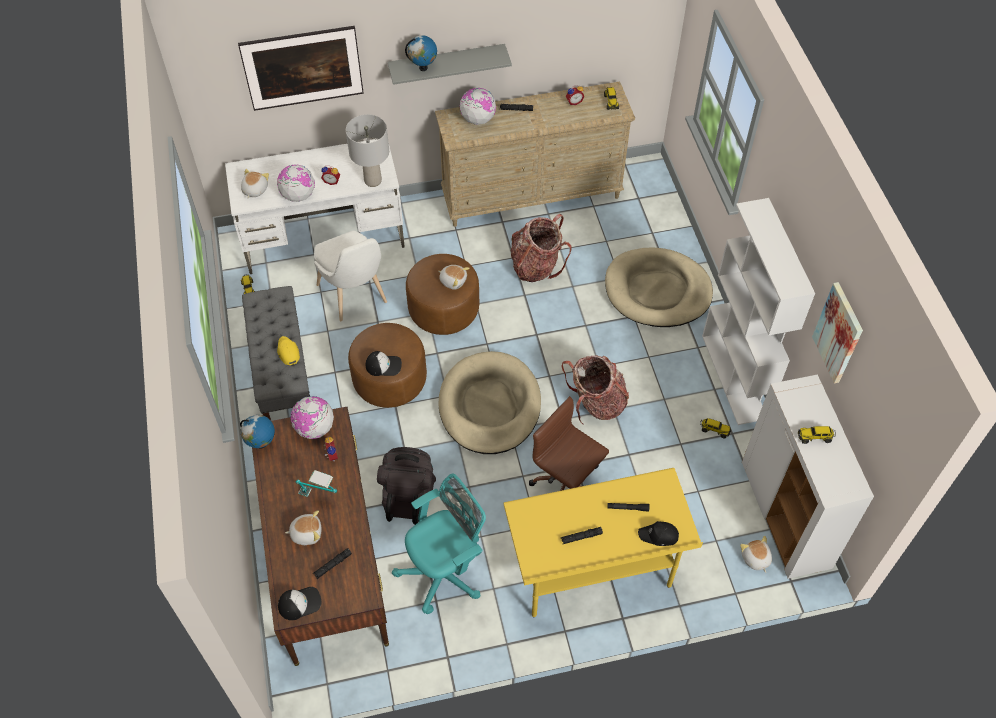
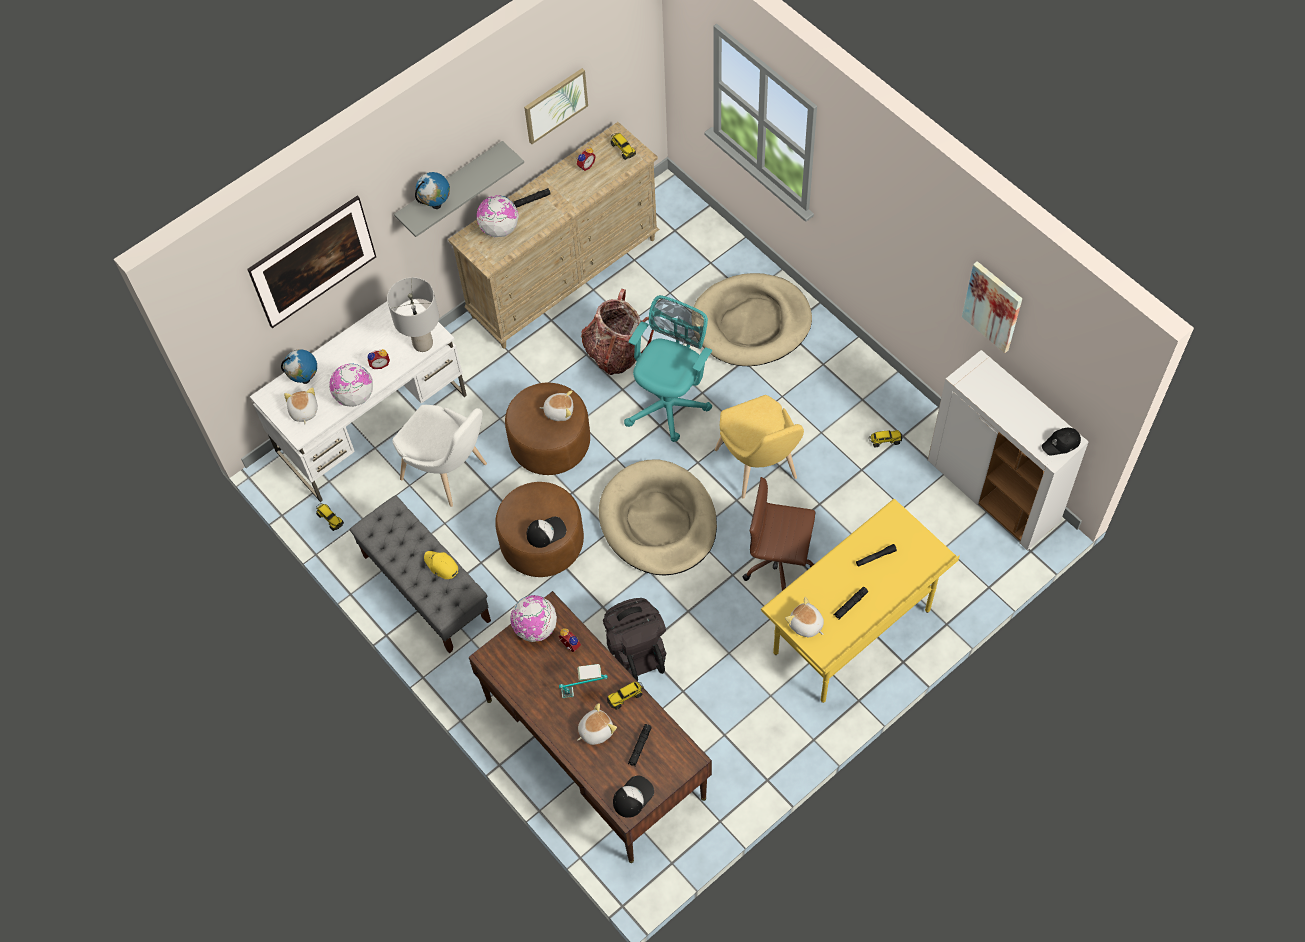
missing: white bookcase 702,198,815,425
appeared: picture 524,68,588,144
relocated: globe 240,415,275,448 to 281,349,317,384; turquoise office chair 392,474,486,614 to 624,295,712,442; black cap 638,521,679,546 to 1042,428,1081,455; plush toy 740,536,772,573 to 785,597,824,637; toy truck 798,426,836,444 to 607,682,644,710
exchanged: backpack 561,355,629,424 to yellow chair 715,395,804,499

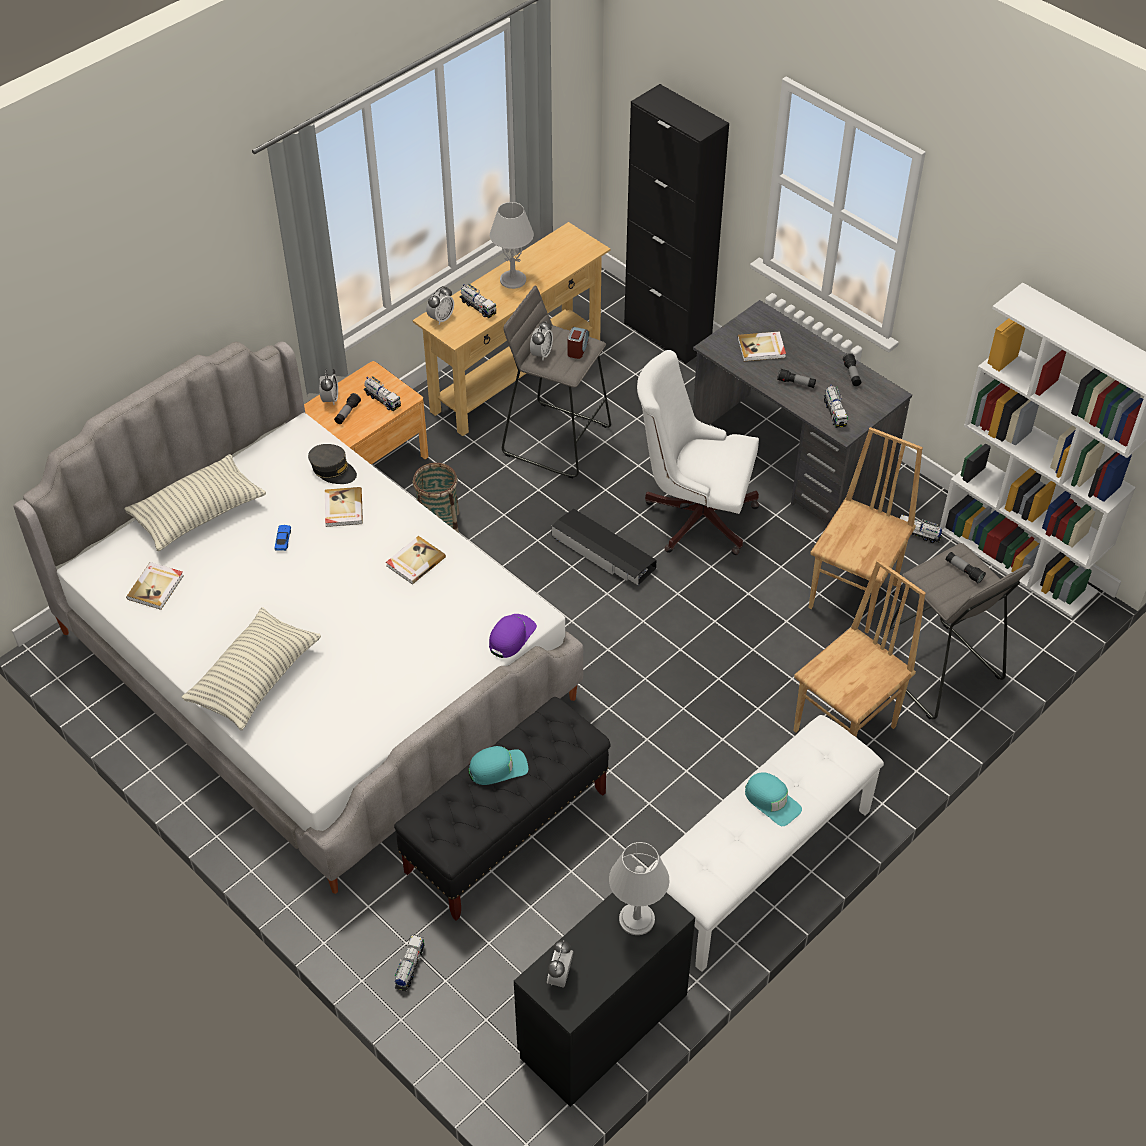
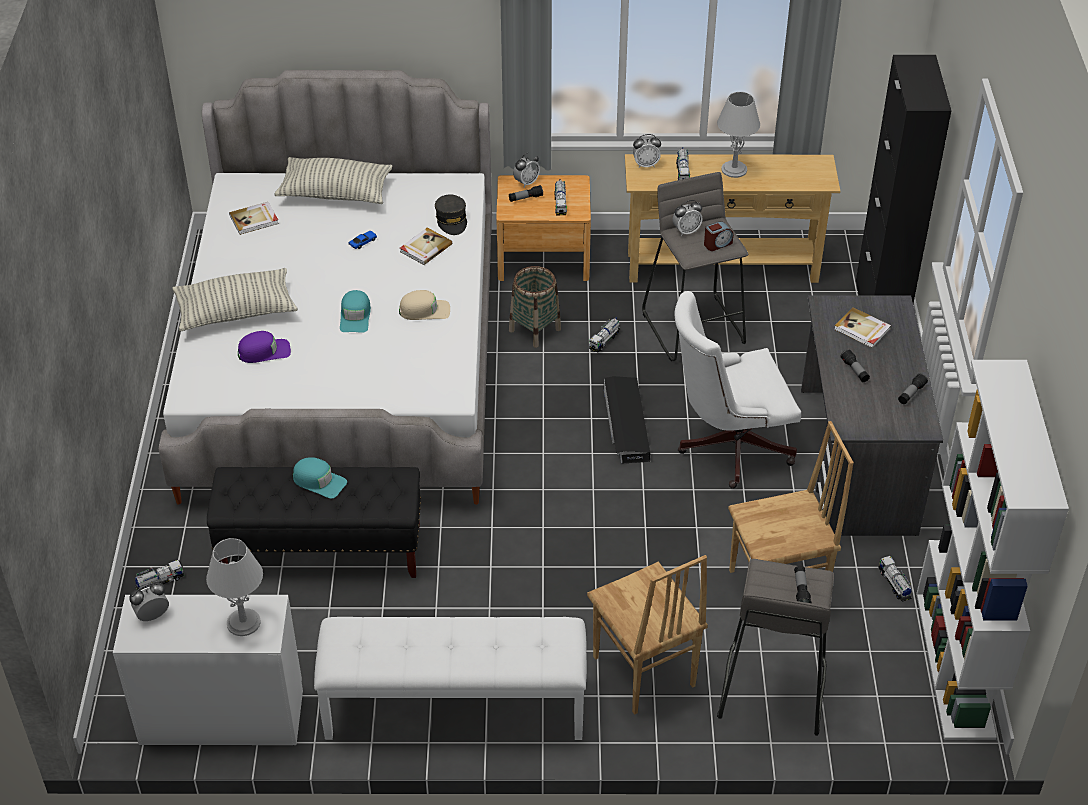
relocated: purple cap 489,614,537,658 to 238,331,291,363; turquoise cap 745,772,802,826 to 340,290,371,333; toy truck 824,385,848,428 to 589,318,620,353
exchanged: book 386,536,446,584 to beige cap 399,290,450,320
colour: black dresser 514,892,695,1107 to white dresser 113,595,303,745
spun: white office chair 637,350,759,555 = 675,291,801,489 75 degrees counterclockwise; brown chair 793,560,926,737 = 587,555,708,715 60 degrees clockwise

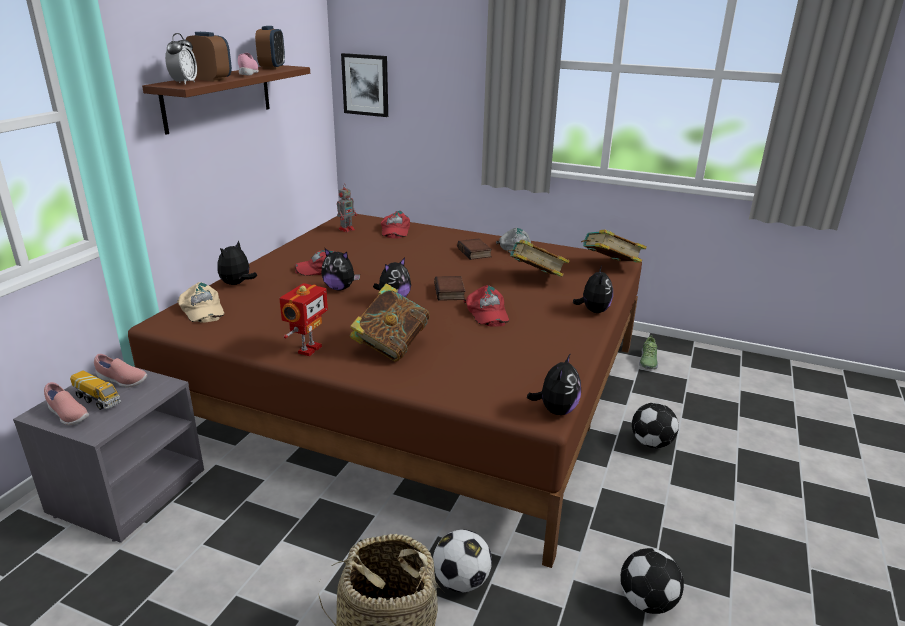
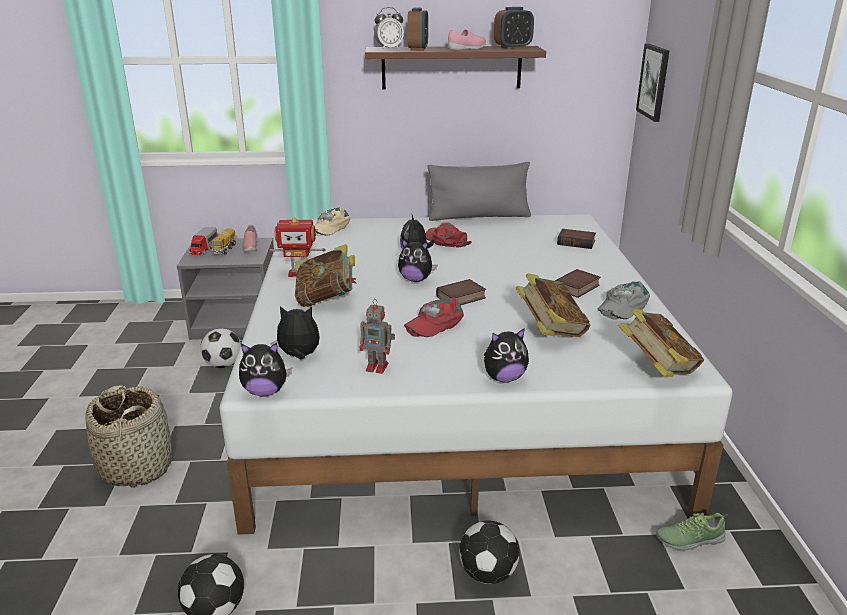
appeared: grey pillow 428,162,531,221
relocated: plush toy 217,240,257,285 to 271,306,320,360; toy robot 337,184,357,232 to 359,299,395,374; football 433,529,492,593 to 200,328,241,368
exchanged: pink shoe 44,382,89,425 to toy truck 189,227,218,255; red cap 381,210,410,239 to book 557,229,596,249
colour: brown bed 128,213,642,568 to white bed 220,214,733,535

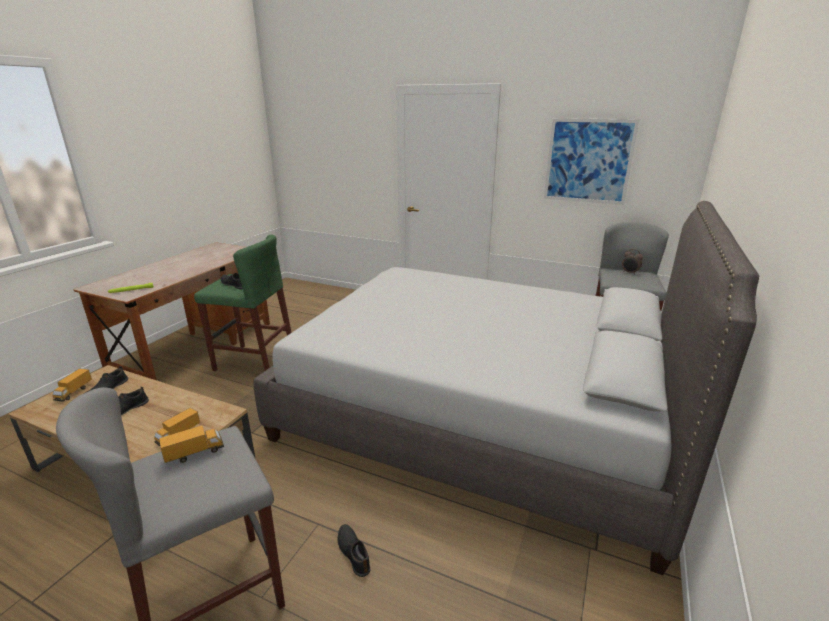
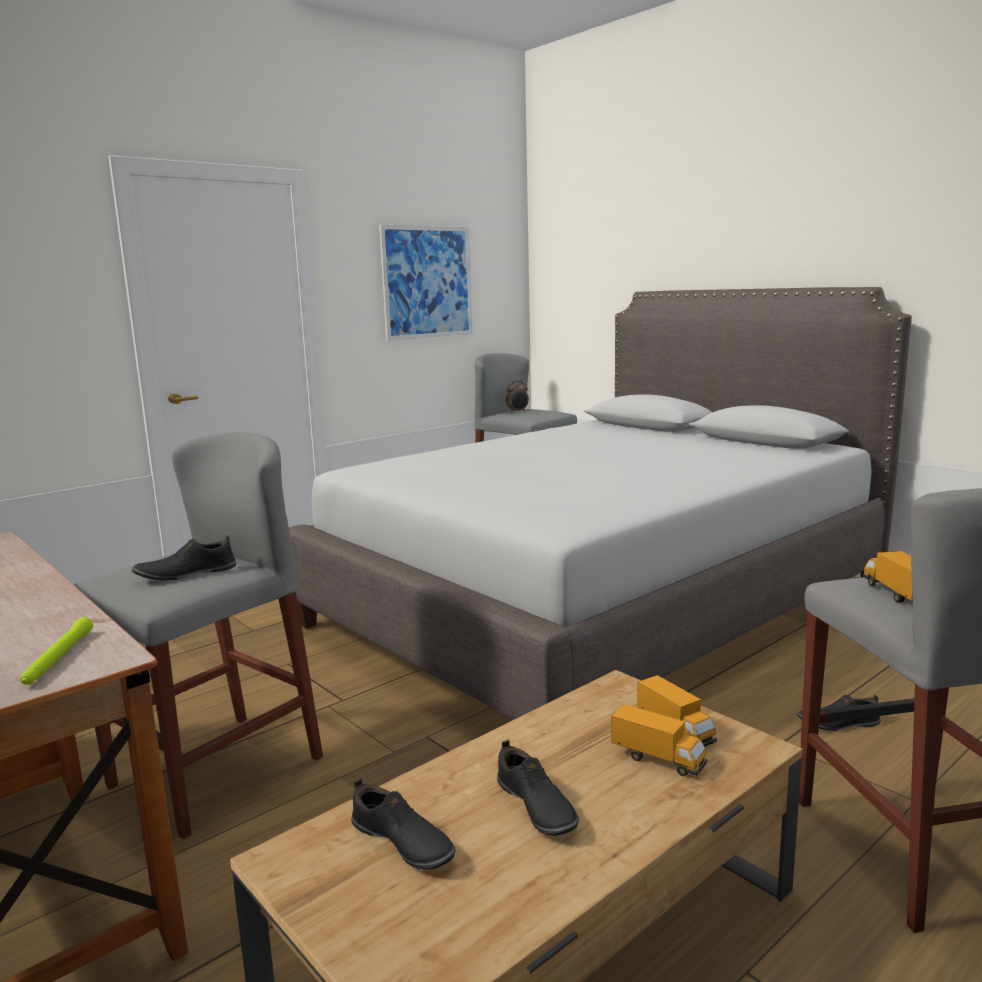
relocated: toy truck 53,369,92,402 to 611,704,708,776
colour: green stool 194,234,292,371 to grey stool 73,432,323,839

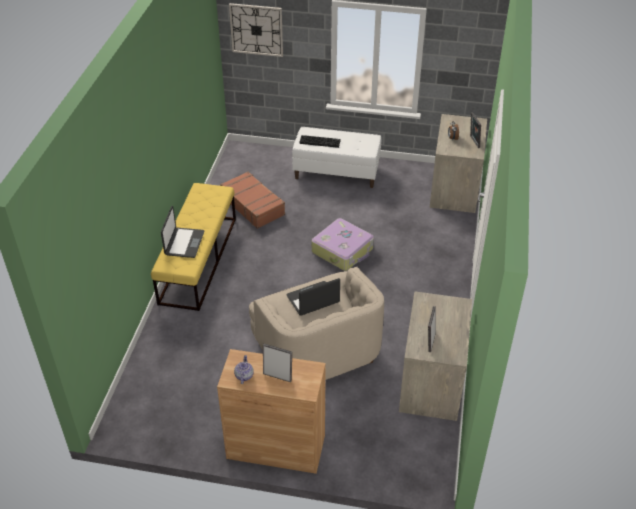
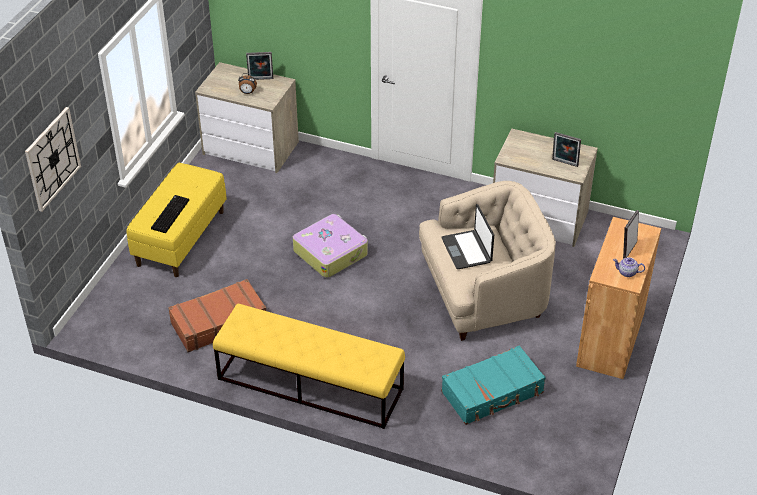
missing: laptop 161,206,204,258
appeared: turquoise suitcase 441,345,546,425
colour: white bench 292,127,381,188 to yellow bench 127,163,227,277

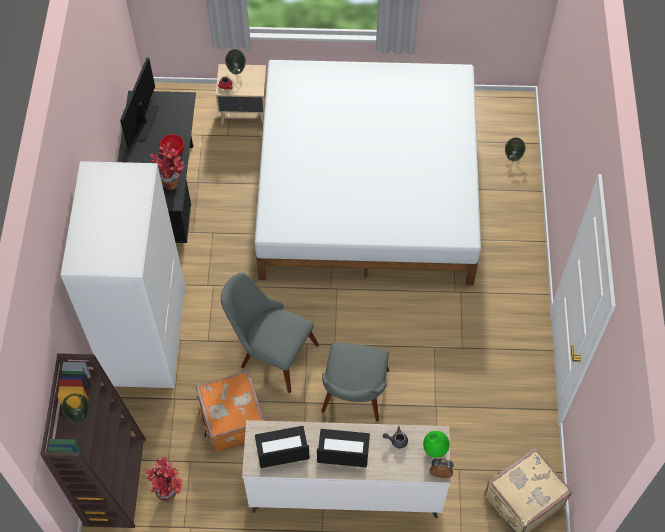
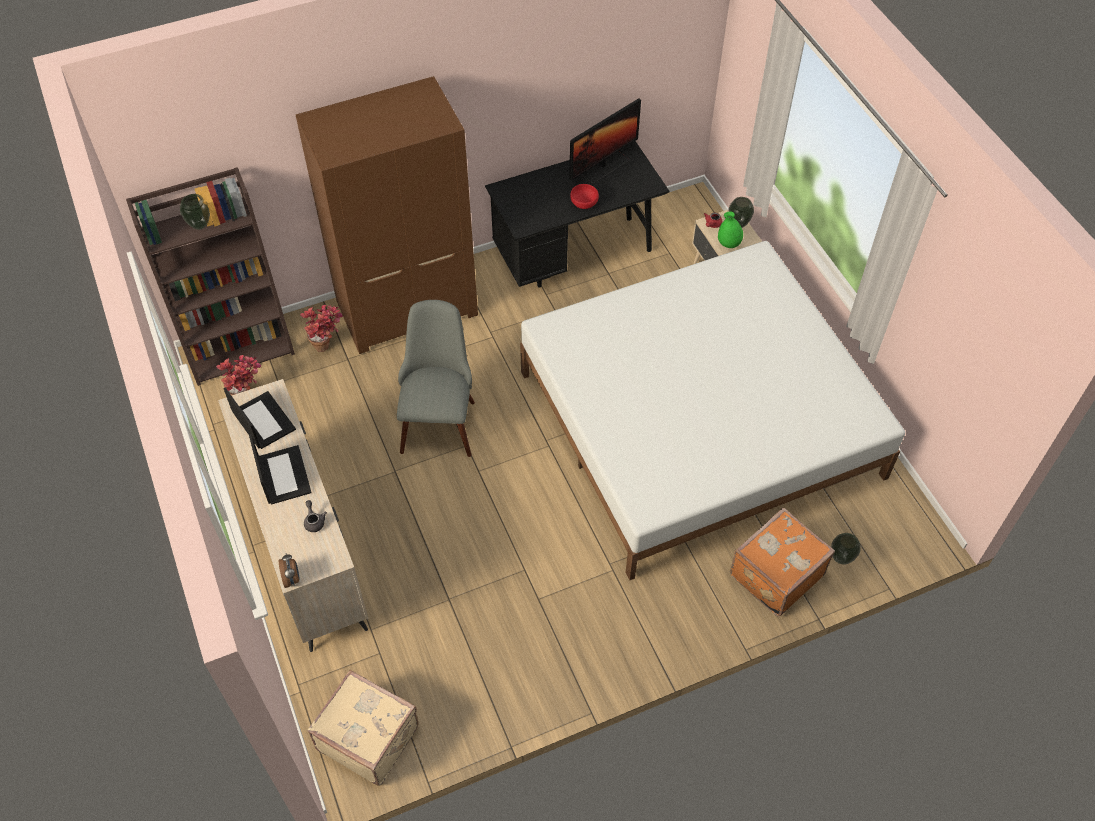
missing: grey chair 321,342,389,422
relocated: potted plant 150,142,184,190 to 300,305,343,352; orange suitcase 196,371,264,452 to 730,507,835,617; green vase 423,431,450,458 to 718,211,743,248
colour: white wardrobe 61,161,186,388 to brown wardrobe 296,76,478,354
spun: monitor 120,58,159,148 = 569,98,641,184 150 degrees clockwise

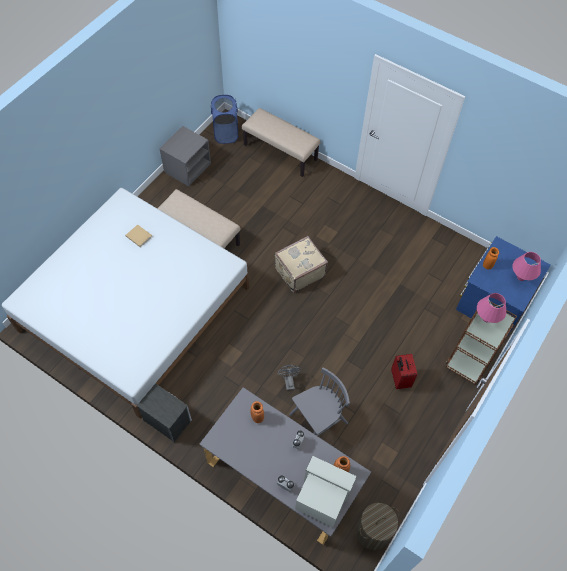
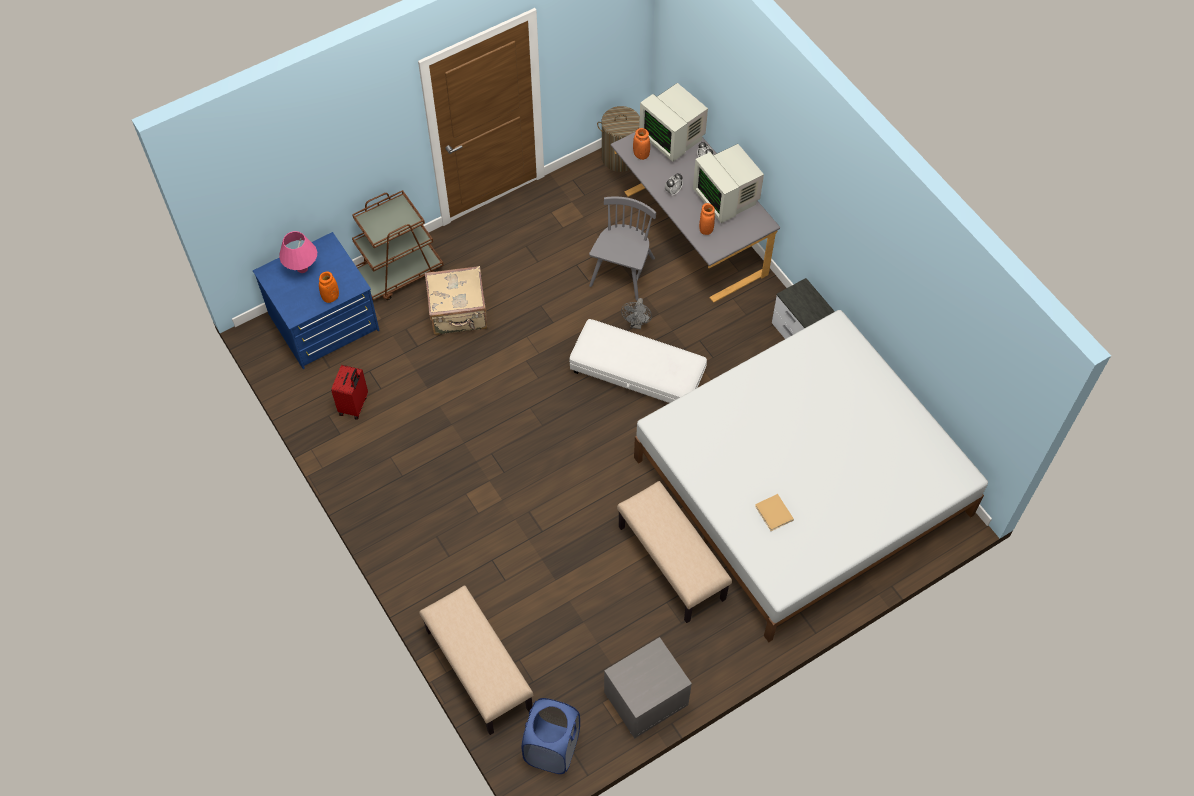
missing: pink table lamp 477,293,506,323
appeared: white ottoman 569,319,707,403; monitor 693,144,764,223
relocated: beige suitcase 275,236,328,293 to 425,266,487,335; red suitcase 391,354,417,389 to 331,365,368,420
spun: grey chair 289,368,350,436 = 589,197,656,301 120 degrees clockwise

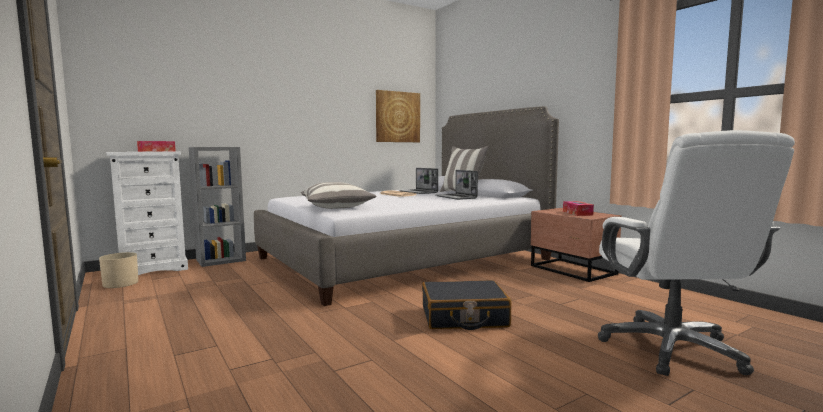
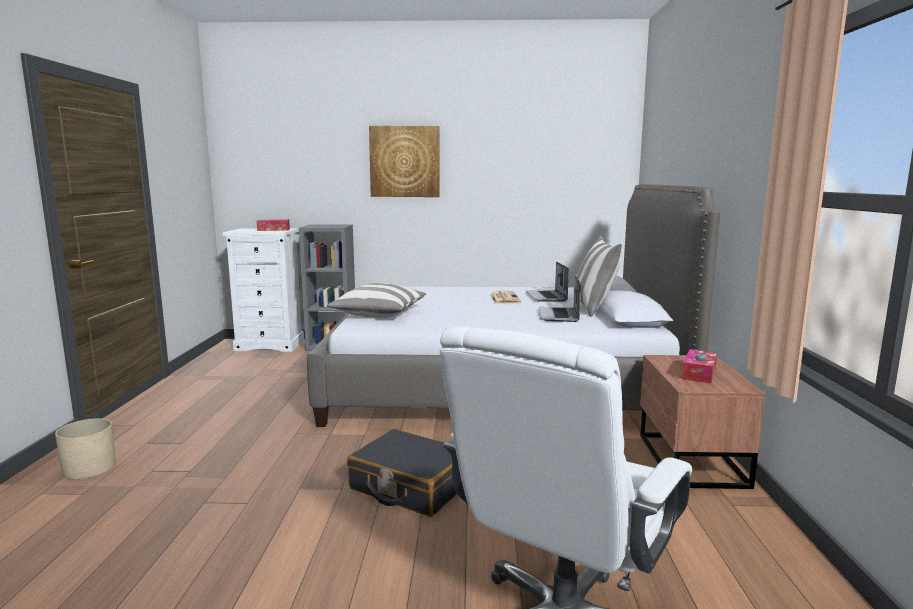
relocated: beige planter 99,252,138,288 to 55,418,116,479; picture 376,90,420,142 to 369,126,439,197

